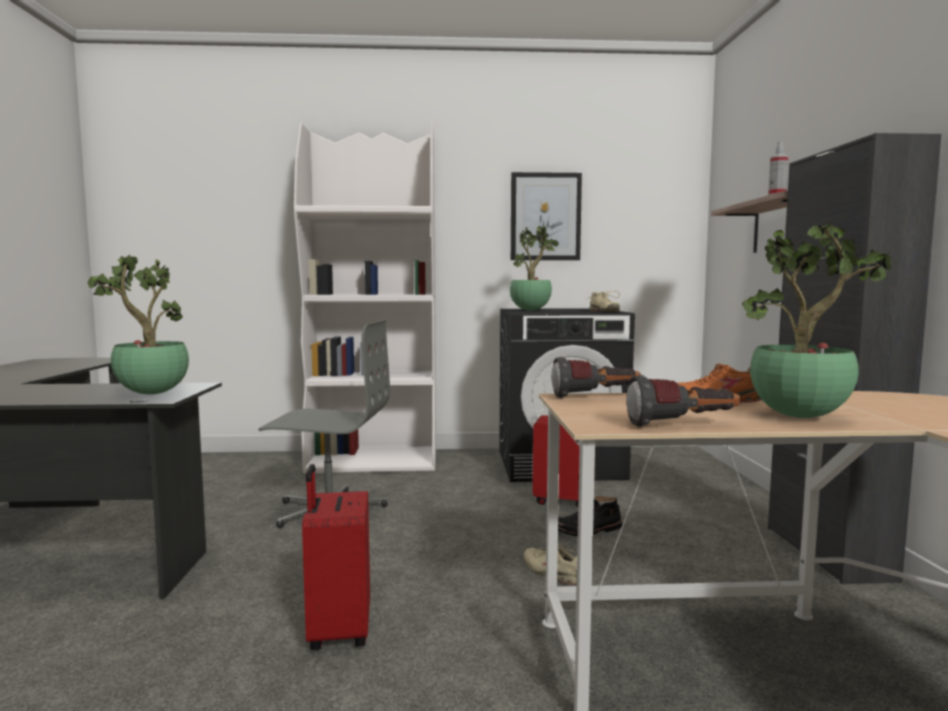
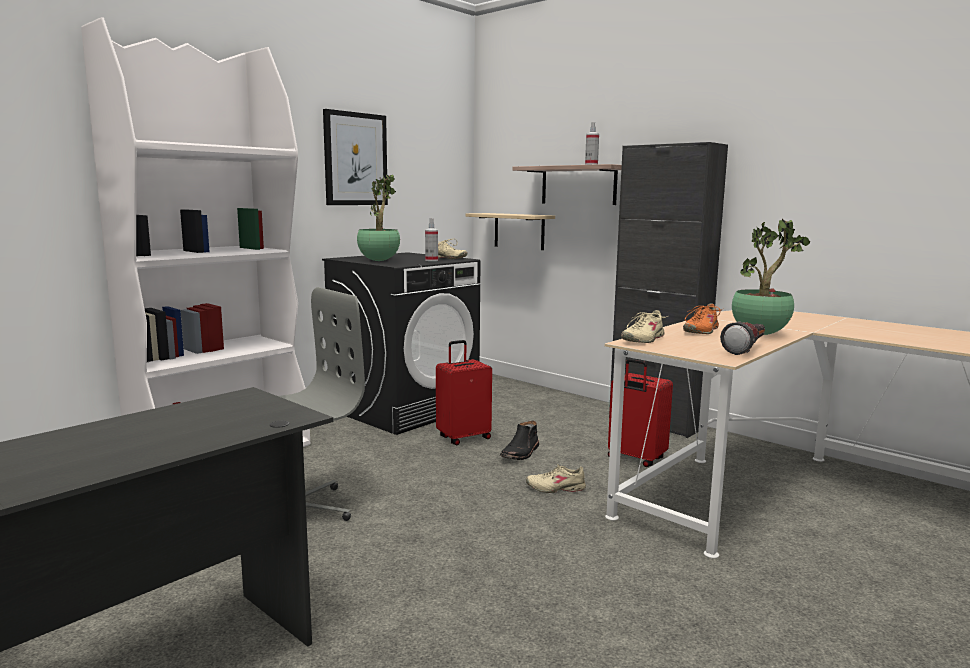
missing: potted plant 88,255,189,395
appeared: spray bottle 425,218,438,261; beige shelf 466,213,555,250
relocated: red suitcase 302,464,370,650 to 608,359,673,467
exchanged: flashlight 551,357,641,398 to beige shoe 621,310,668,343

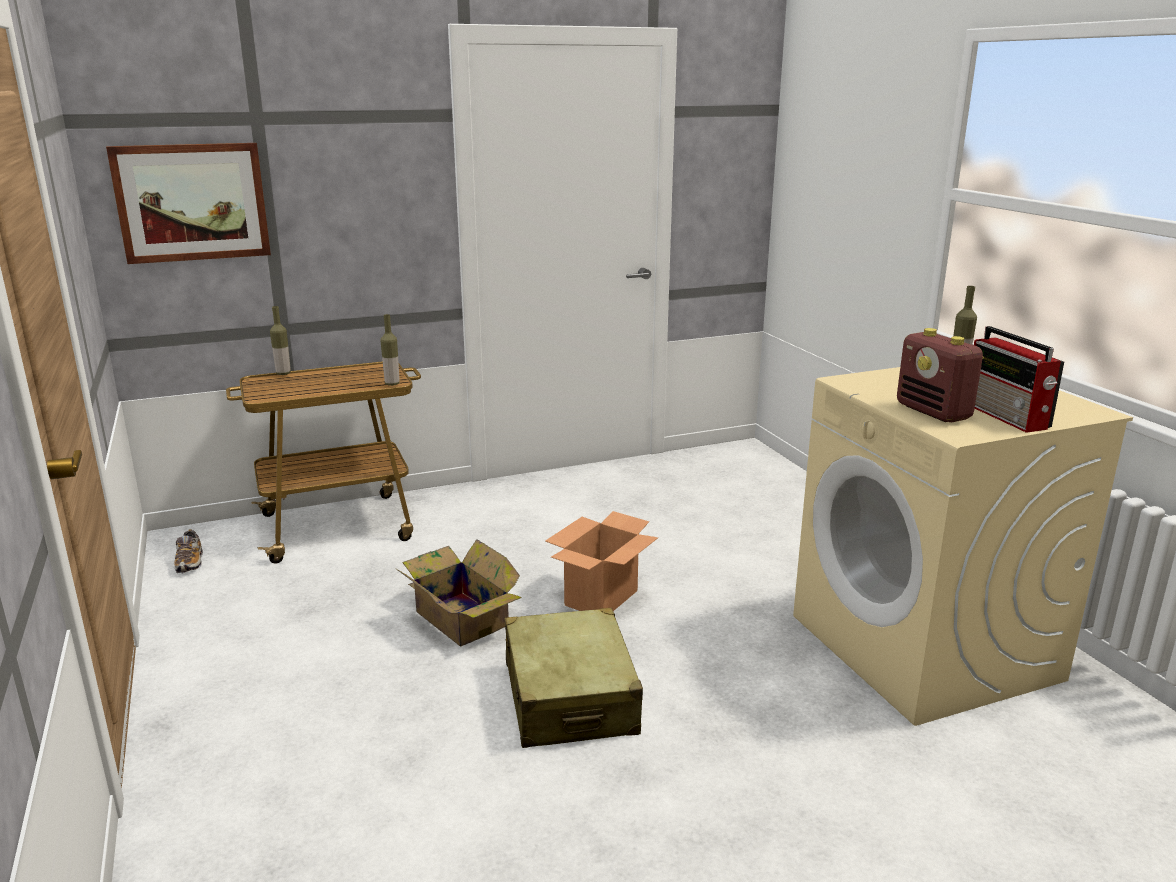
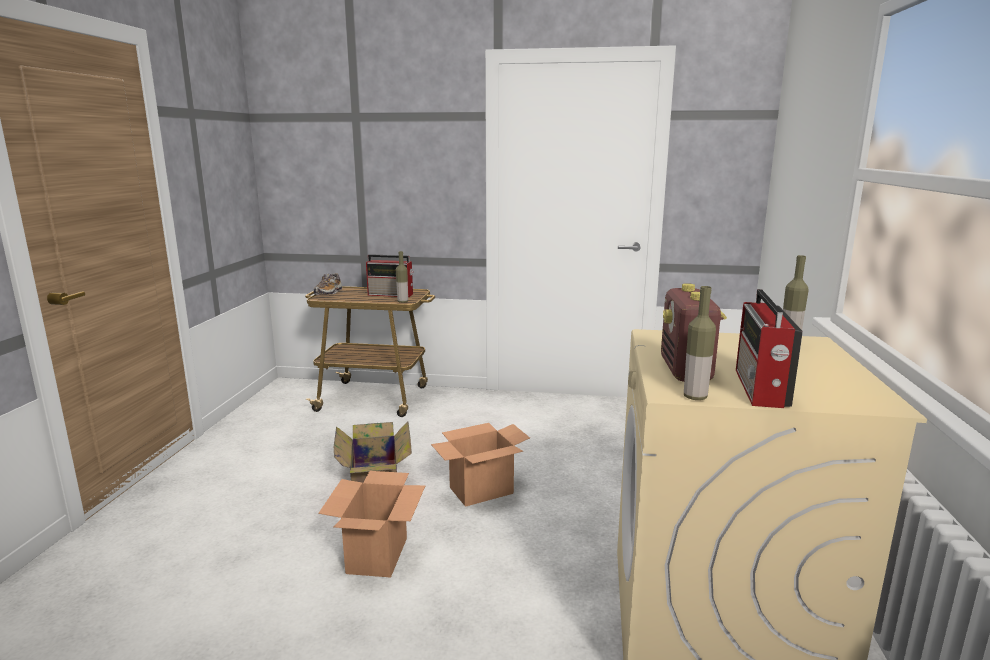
missing: picture 106,143,271,264
appeared: radio 366,254,414,297
relocated: shoe 174,529,203,573 to 314,273,342,295; bottle 270,306,291,375 to 684,286,716,400
exchanged: beige suitcase 505,608,643,748 to cardboard box 318,471,425,578

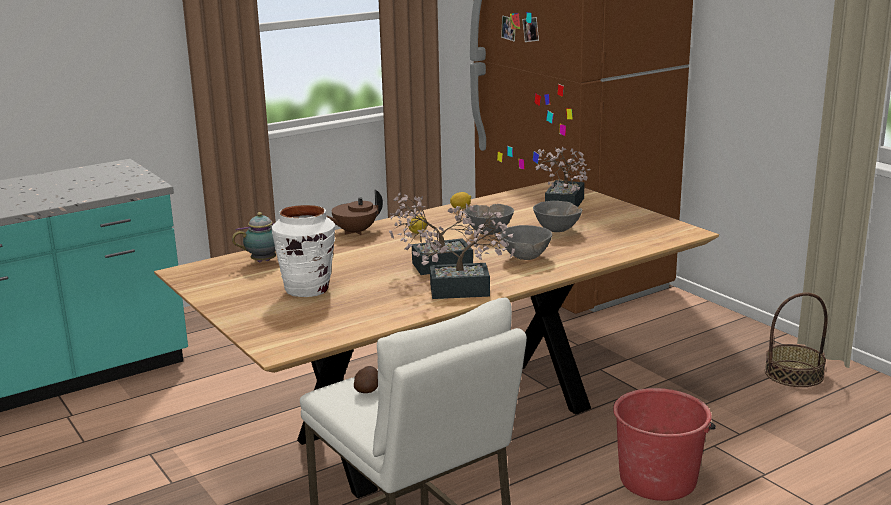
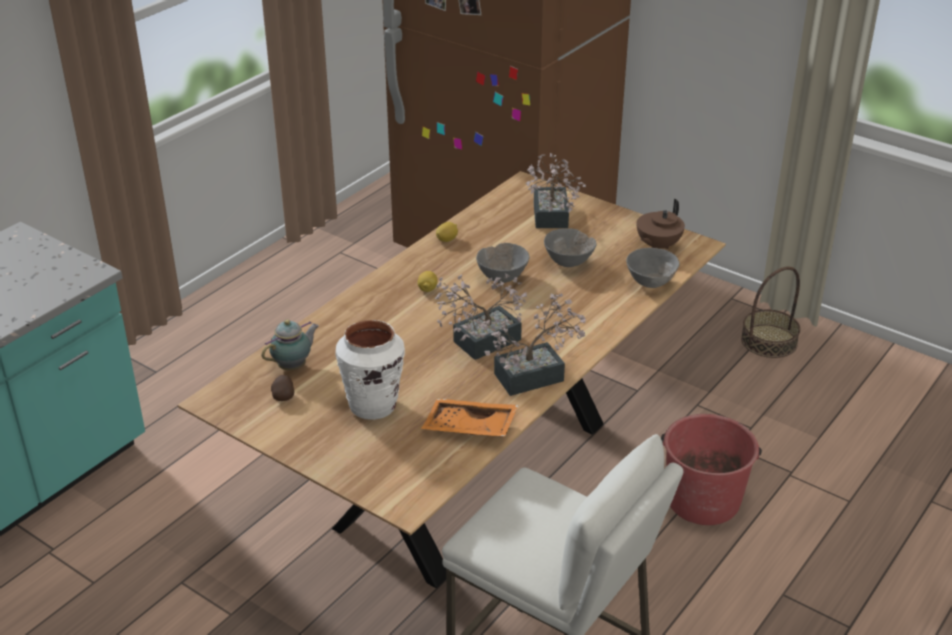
appeared: orange tray 421,399,518,437
relocated: brown teapot 326,189,383,235 to 637,199,685,249; potato 354,366,378,393 to 271,375,294,401; grey bowl 500,225,552,260 to 626,248,679,288

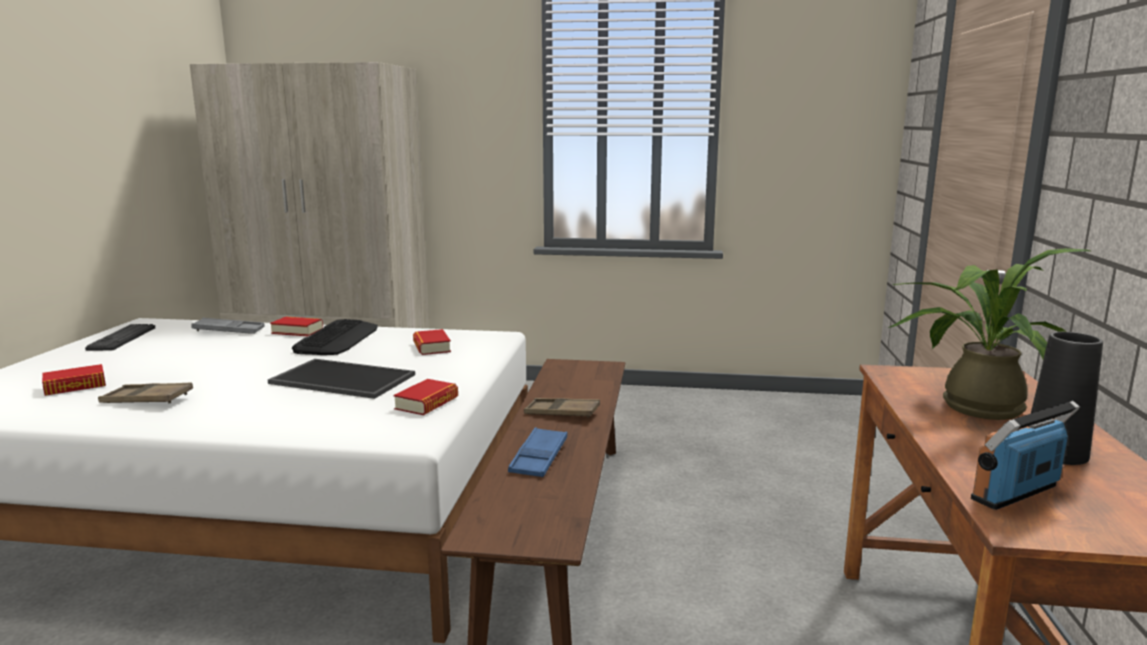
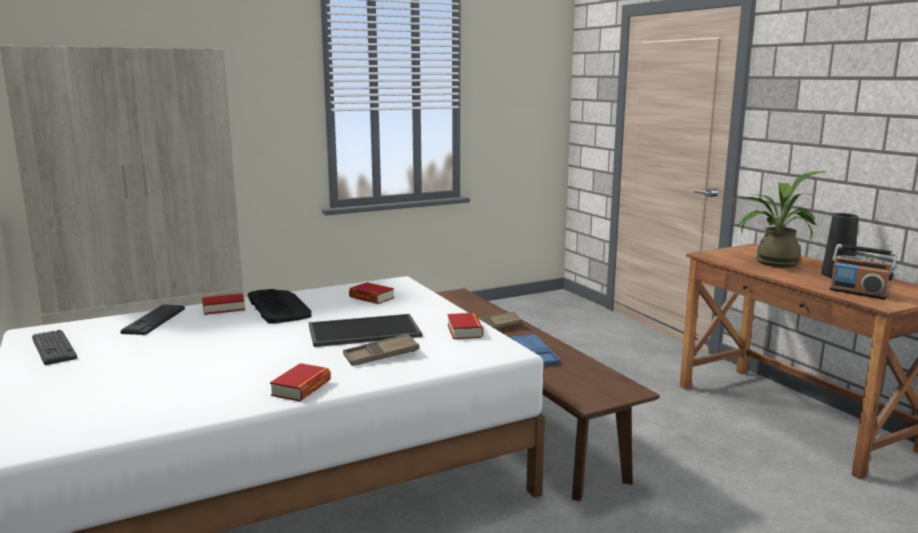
relocated: book 42,364,106,396 to 270,363,331,401; brown tray 98,383,193,403 to 343,334,419,366
exchanged: grey tray 191,318,265,334 to keyboard 121,304,185,335
spun: radio 971,401,1080,510 = 829,244,898,300 75 degrees counterclockwise

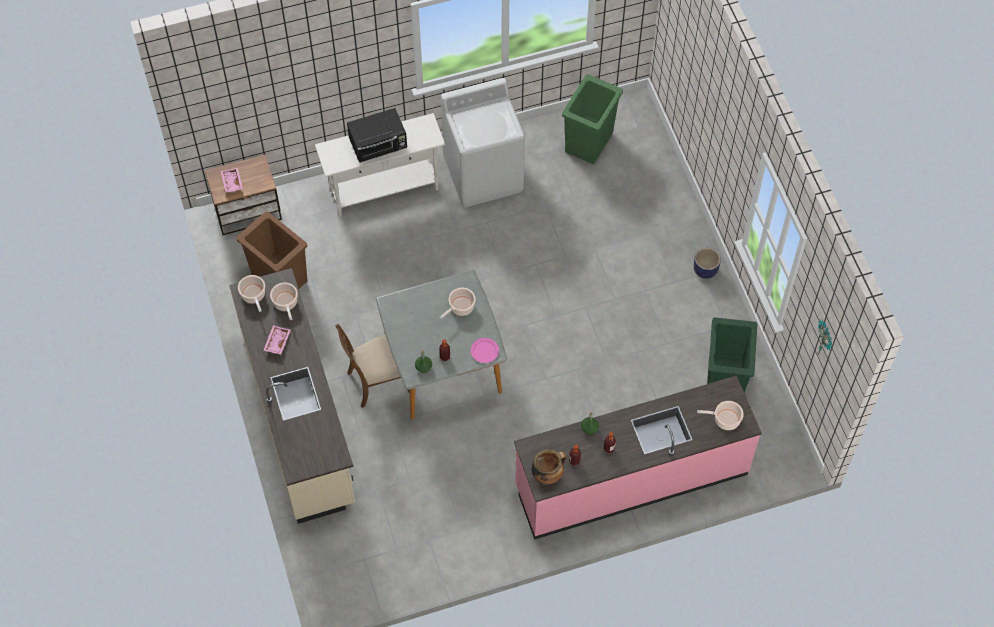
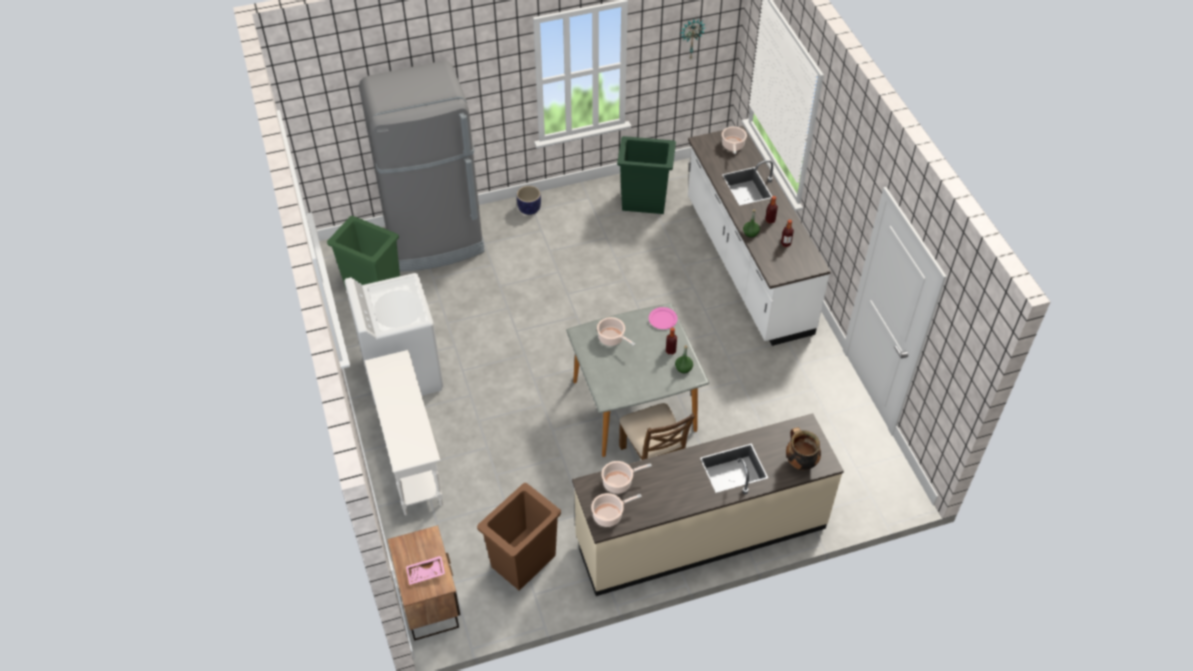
missing: pink tray 263,326,291,355; black microwave 347,108,407,163
appeared: grey fridge 359,61,485,271
relocated: cooking pot 532,449,567,484 to 786,427,821,470
colour: pink counter 514,375,762,540 to white counter 688,126,831,346

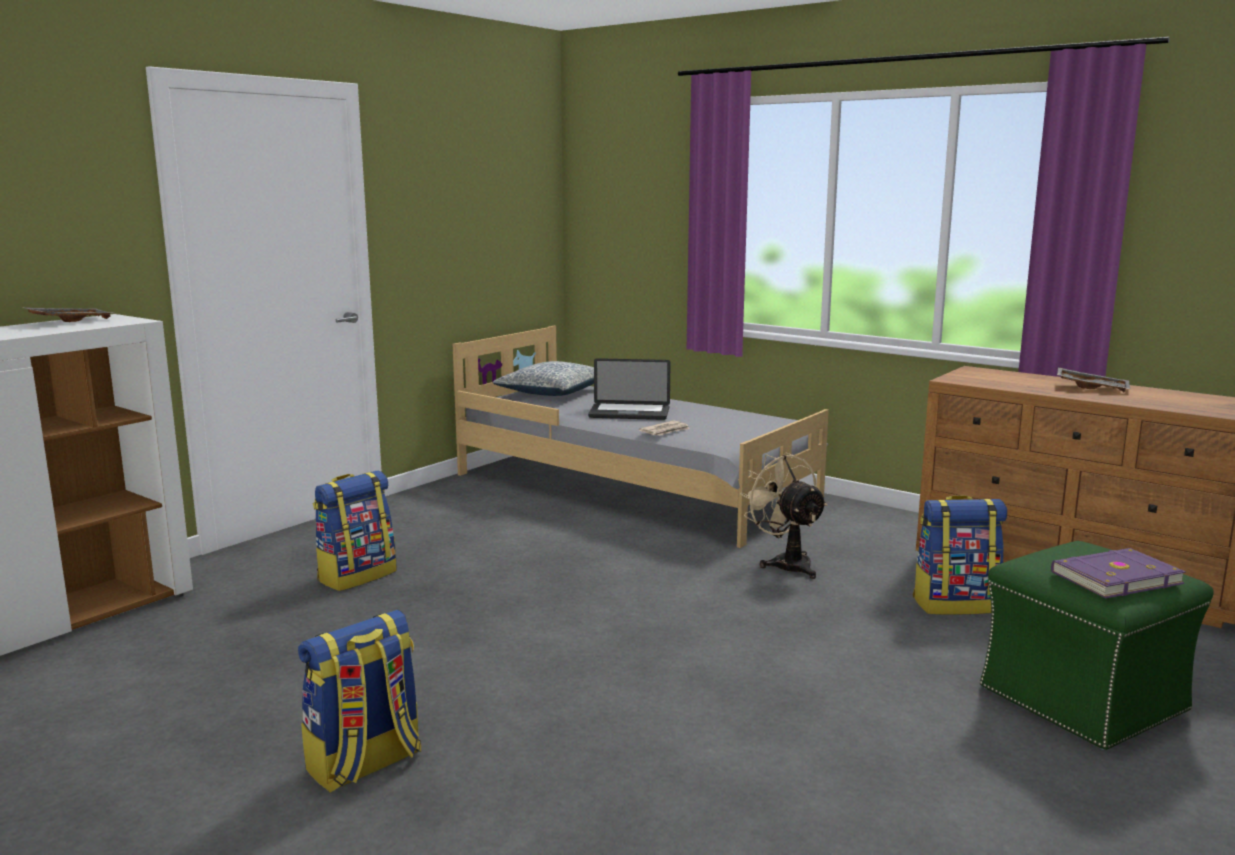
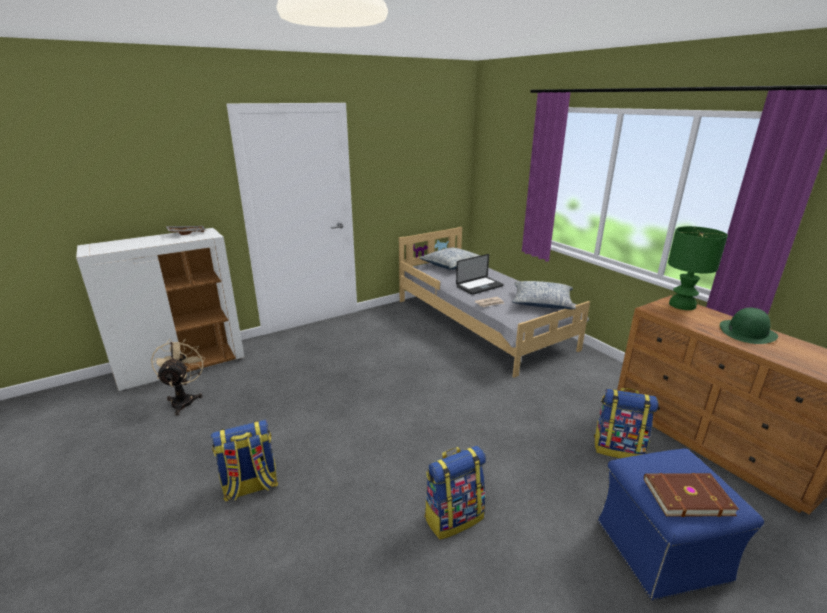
appeared: pillow 512,281,576,309; green table lamp 668,226,728,310
relocated: backpack 313,471,397,591 to 424,446,486,540; beige fan 740,453,828,579 to 151,339,205,415
exchanged: grey tray 1057,367,1130,392 to green hat 720,308,778,344
colour: green ottoman 980,541,1214,750 to blue ottoman 597,448,764,600; purple book 1051,548,1186,598 to brown book 644,473,739,517
spun: laptop 588,358,671,420 = 456,254,504,295 60 degrees counterclockwise

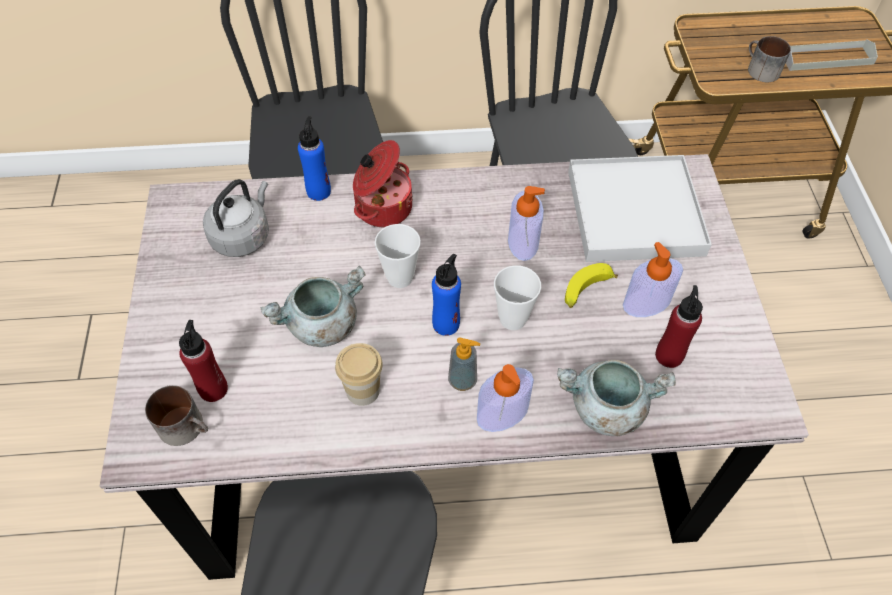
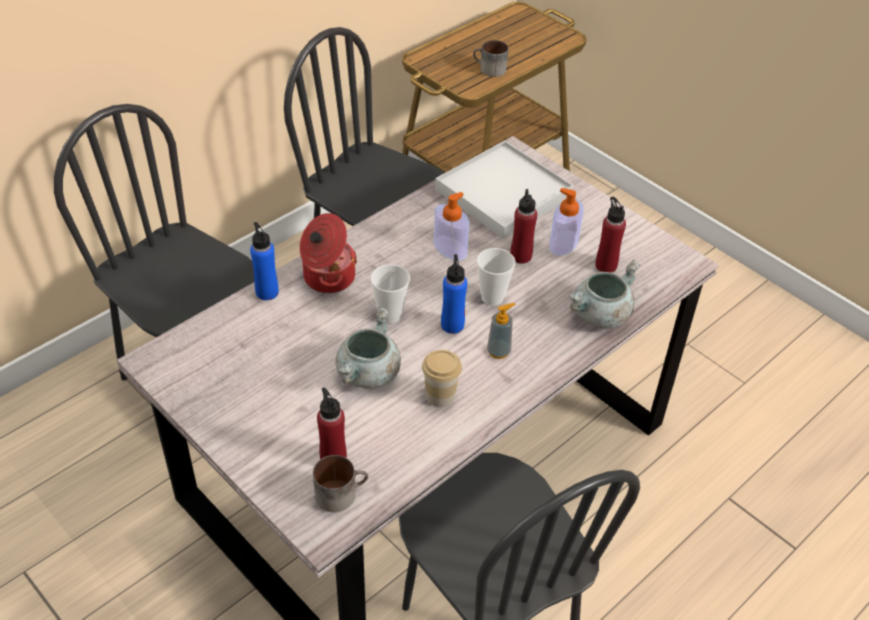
missing: grey kettle 203,179,269,257; soap dispenser 477,364,534,432; grey tray 786,39,878,71
exchanged: banana 565,263,618,308 to red bottle 510,189,537,264

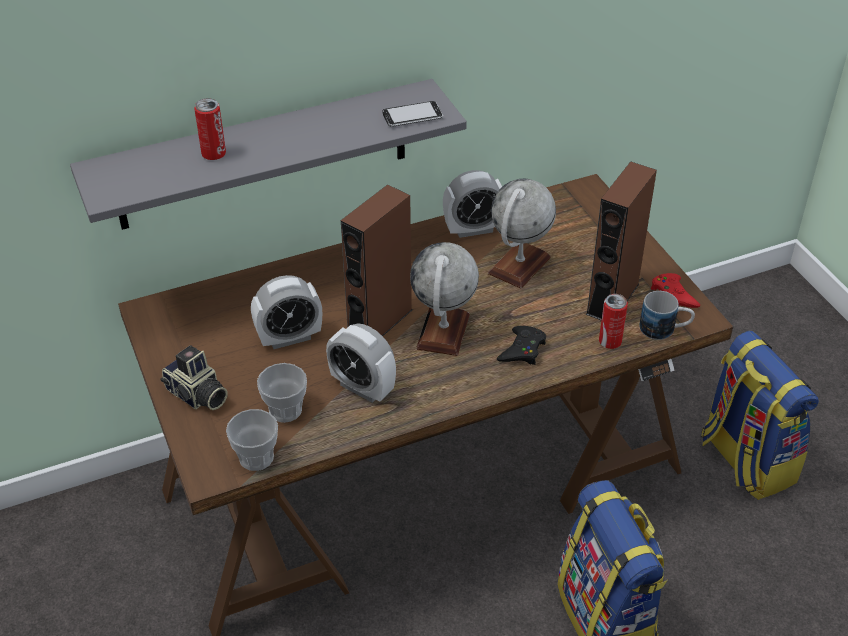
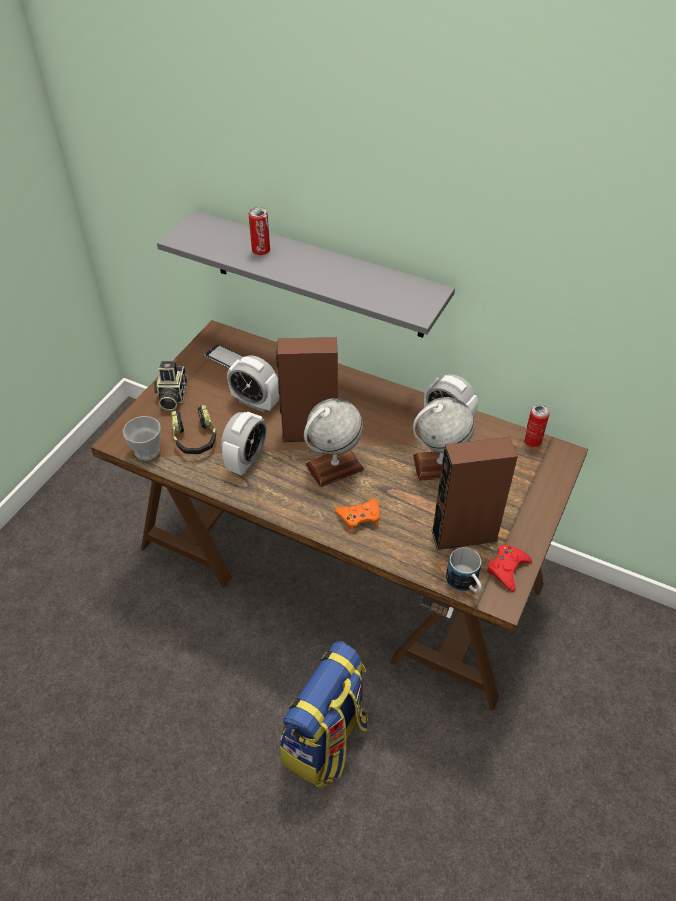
missing: backpack 701,331,819,500
relocated: phone 382,101,443,127 to 205,344,244,368; can 599,294,628,349 to 524,405,550,447
exchanged: cup 257,363,307,423 to headphones 171,405,216,454
colour: black game controller 497,326,546,365 to orange game controller 335,499,380,531
spun: alarm clock 326,323,396,403 = 221,411,266,475 150 degrees counterclockwise

